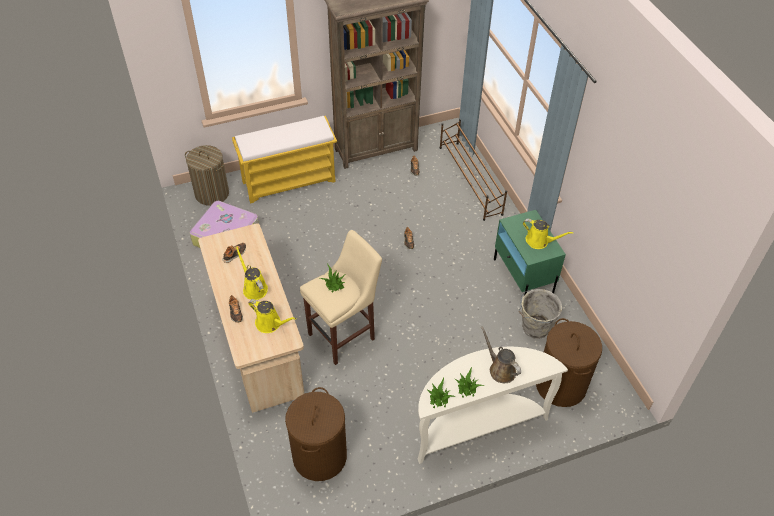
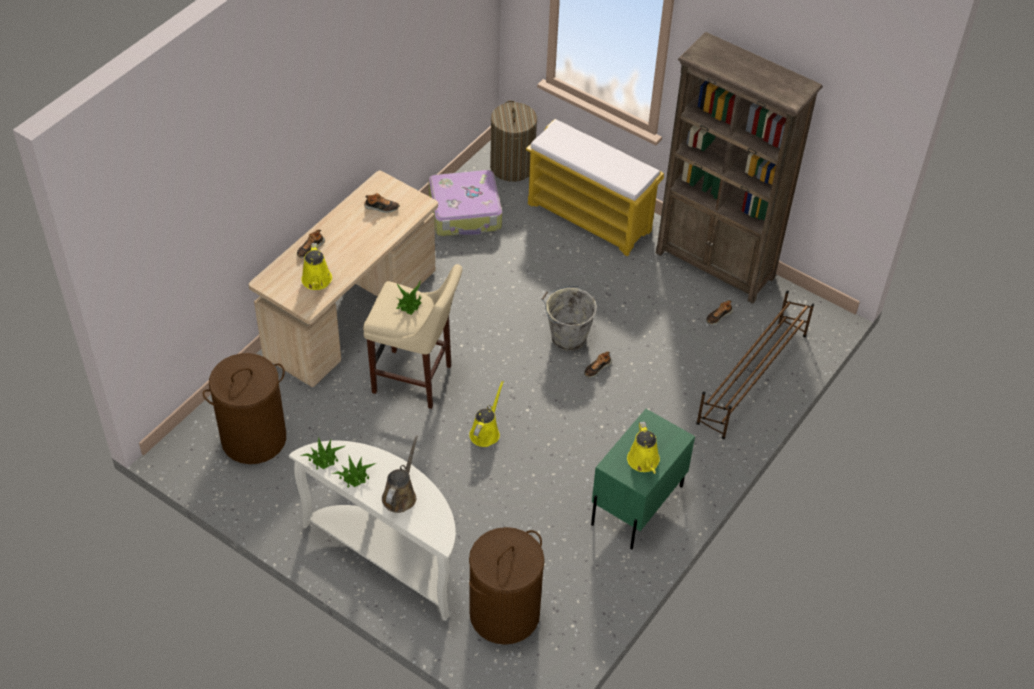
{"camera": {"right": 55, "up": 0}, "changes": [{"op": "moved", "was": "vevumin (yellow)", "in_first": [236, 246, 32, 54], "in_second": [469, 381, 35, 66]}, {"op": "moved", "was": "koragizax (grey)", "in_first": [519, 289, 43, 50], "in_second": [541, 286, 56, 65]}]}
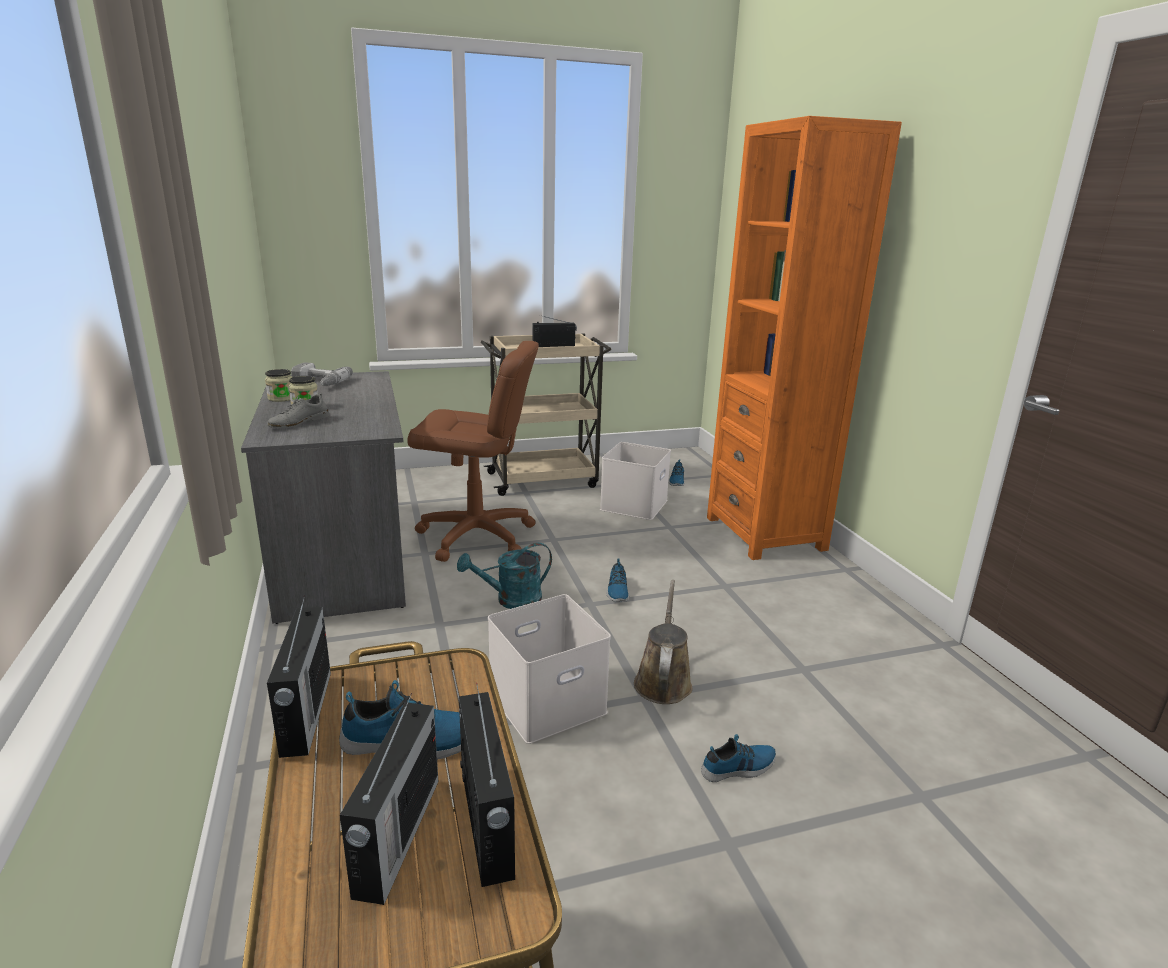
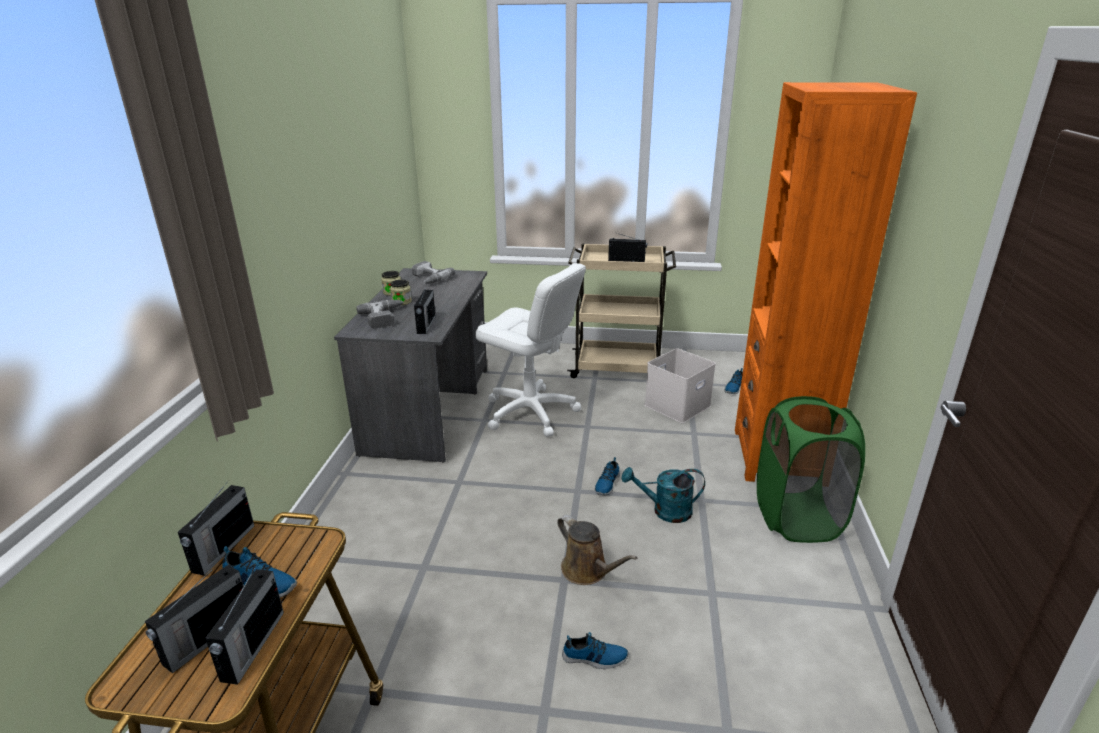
{"camera": {"right": 25, "up": 5}, "changes": [{"op": "recoloured", "was": "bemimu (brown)", "now": "bemimu (white)", "in_first": [407, 341, 132, 221], "in_second": [476, 263, 110, 174]}, {"op": "replaced", "was": "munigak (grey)", "now": "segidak", "in_first": [267, 393, 62, 35], "in_second": [356, 300, 47, 29]}, {"op": "moved", "was": "vevumin (turquoise)", "in_first": [457, 543, 95, 66], "in_second": [621, 467, 84, 56]}, {"op": "turned", "was": "vevumin (brown)", "in_first": [634, 580, 58, 124], "in_second": [557, 515, 80, 70], "clockwise": 105}, {"op": "removed", "was": "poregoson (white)", "in_first": [488, 594, 123, 150]}, {"op": "added", "now": "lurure", "in_second": [414, 285, 22, 49]}, {"op": "added", "now": "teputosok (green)", "in_second": [757, 396, 108, 147]}]}
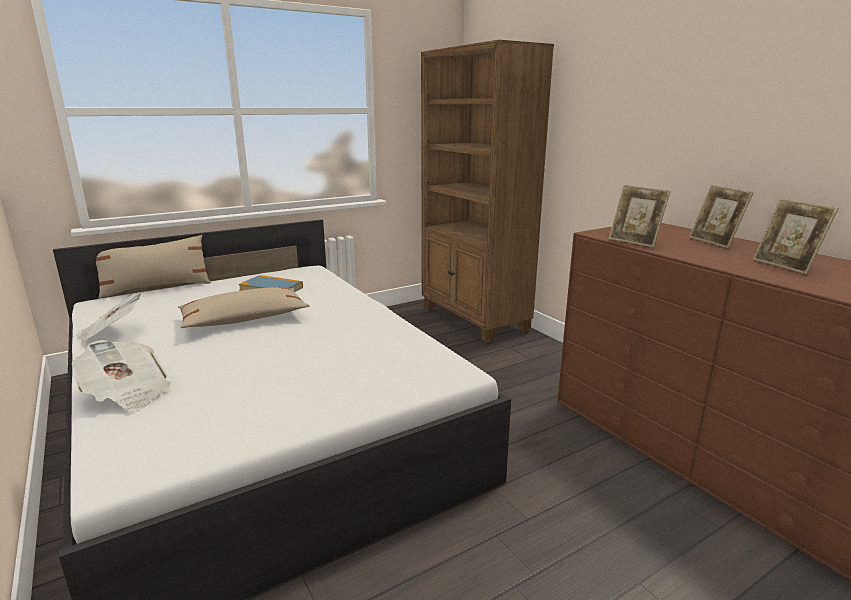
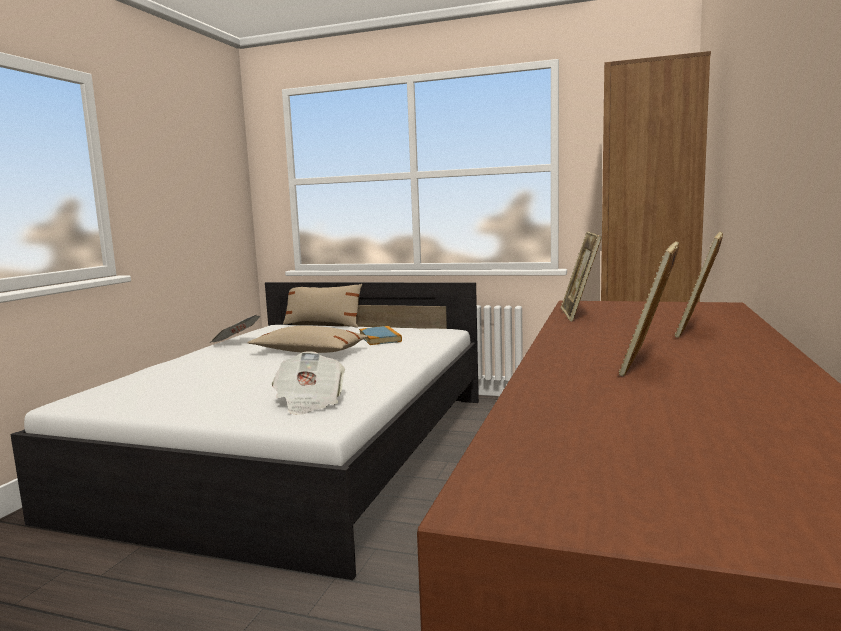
{"camera": {"right": 50, "up": -10}, "changes": [{"op": "moved", "was": "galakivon", "in_first": [72, 340, 99, 72], "in_second": [272, 351, 73, 64]}]}
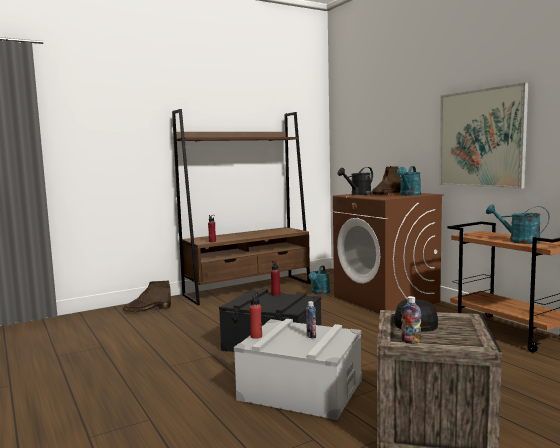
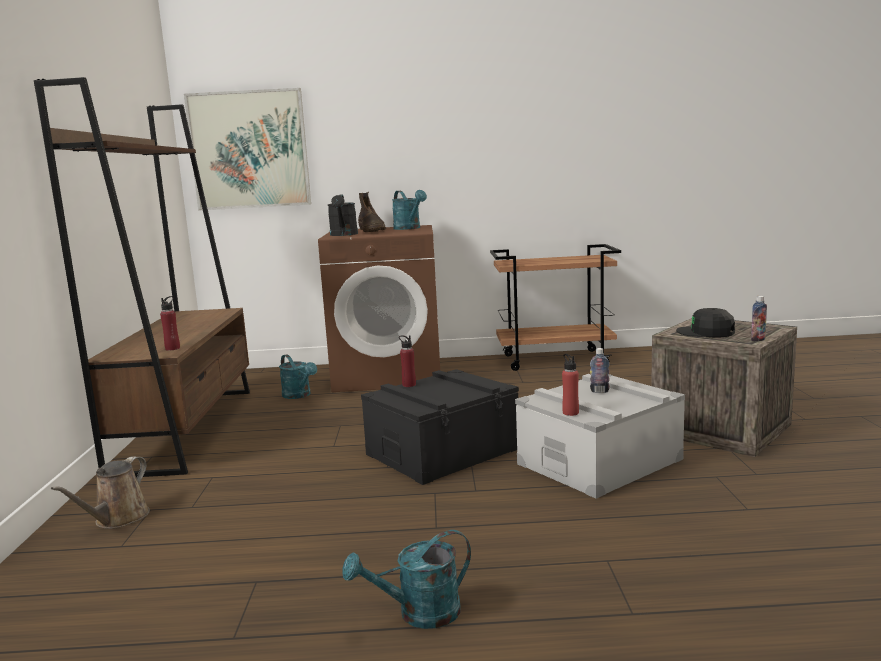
{"camera": {"right": -60, "up": 5}, "changes": [{"op": "moved", "was": "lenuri", "in_first": [439, 82, 89, 107], "in_second": [184, 88, 127, 123]}, {"op": "moved", "was": "vevumin (turquoise)", "in_first": [486, 204, 64, 40], "in_second": [342, 530, 129, 99]}, {"op": "replaced", "was": "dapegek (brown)", "now": "vevumin (brown)", "in_first": [123, 281, 48, 31], "in_second": [51, 456, 99, 73]}]}
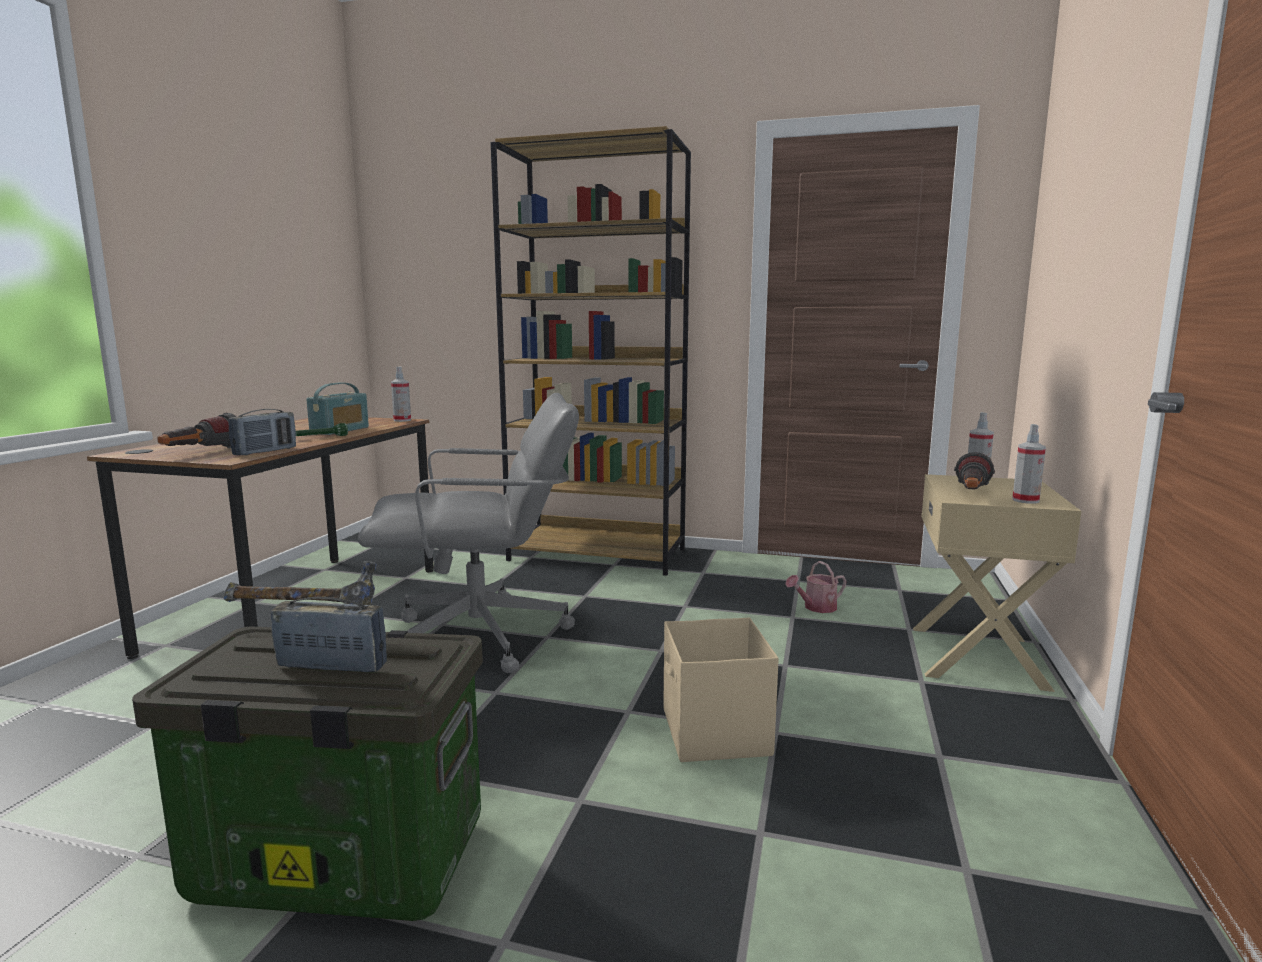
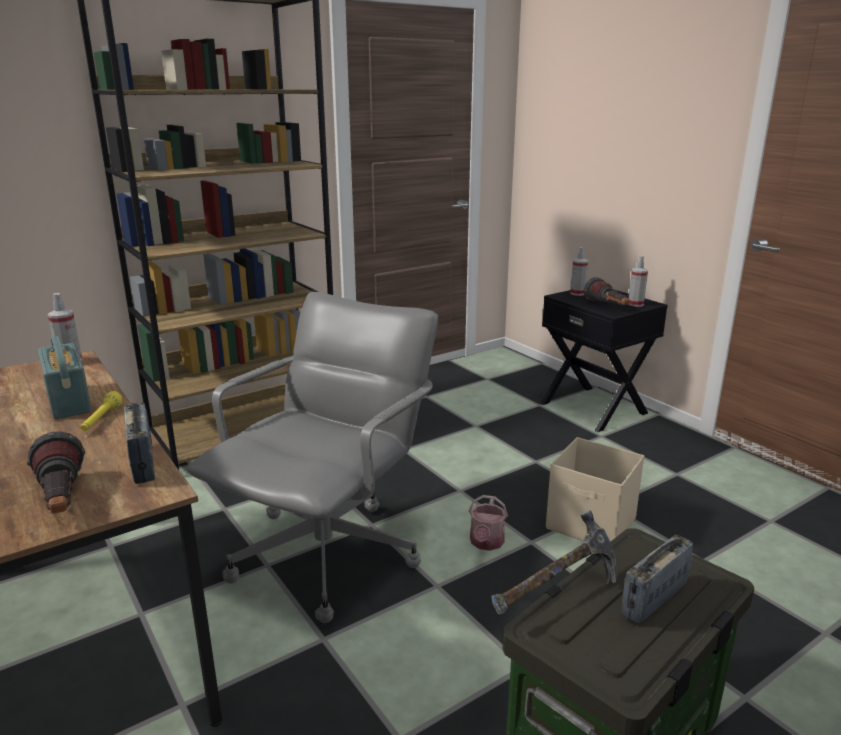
{"camera": {"right": -50, "up": 10}, "changes": [{"op": "recoloured", "was": "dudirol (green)", "now": "dudirol (yellow)", "in_first": [296, 423, 52, 13], "in_second": [81, 391, 42, 40]}, {"op": "recoloured", "was": "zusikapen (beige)", "now": "zusikapen (black)", "in_first": [913, 474, 169, 218], "in_second": [540, 289, 128, 143]}, {"op": "moved", "was": "vevumin", "in_first": [785, 561, 62, 52], "in_second": [469, 495, 39, 56]}]}
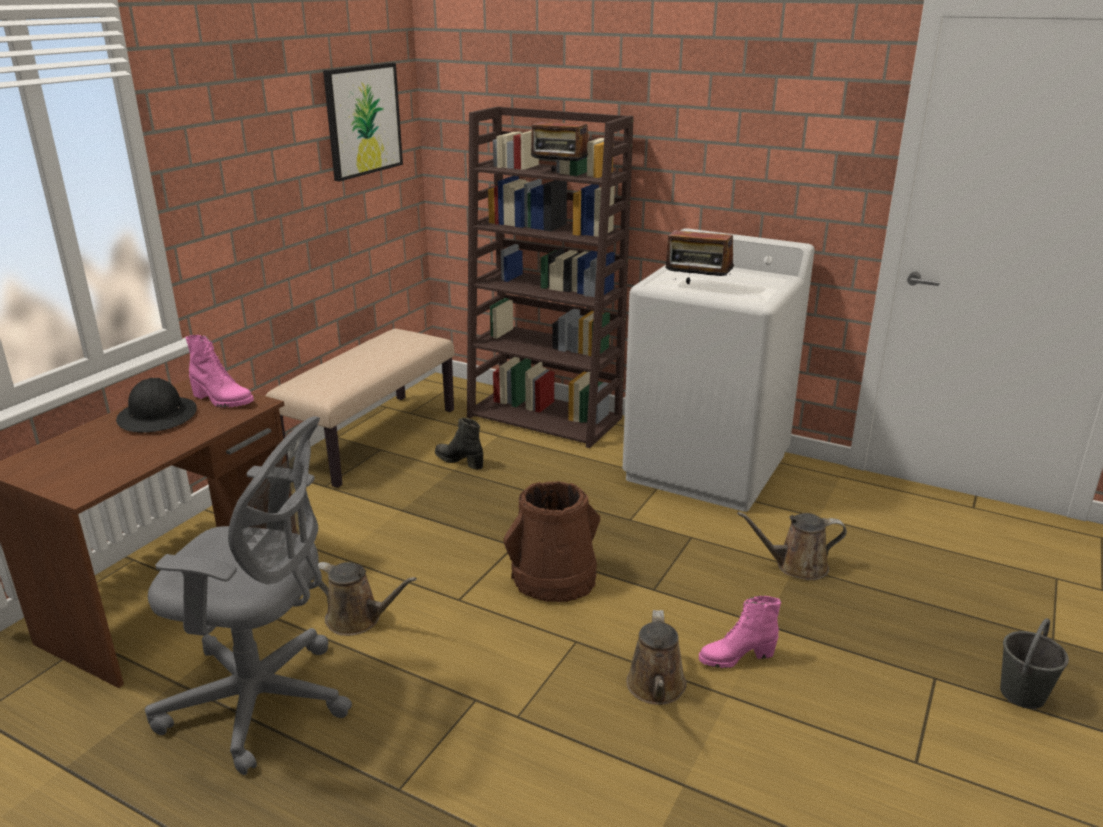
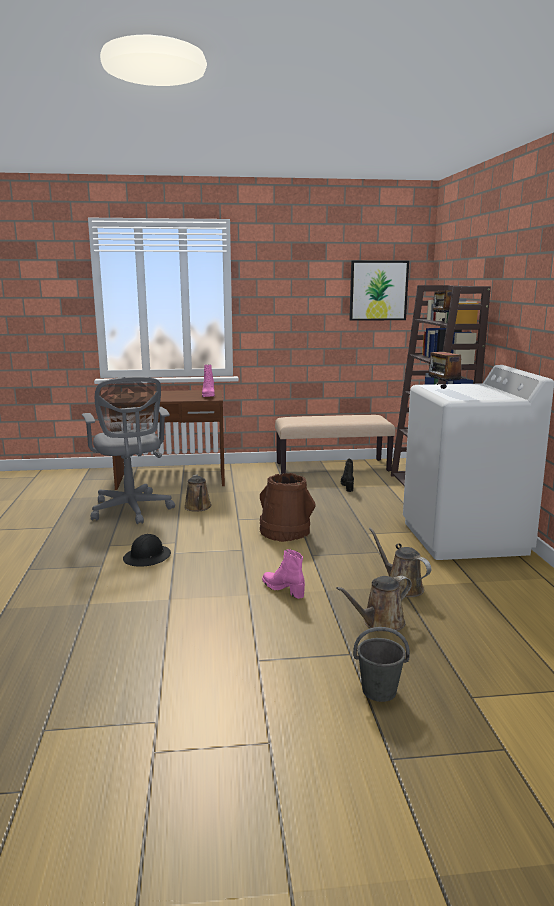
{"camera": {"right": 55, "up": -10}, "changes": [{"op": "moved", "was": "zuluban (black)", "in_first": [116, 378, 81, 55], "in_second": [123, 534, 48, 33]}, {"op": "moved", "was": "vevumin (brown)", "in_first": [626, 610, 61, 95], "in_second": [336, 575, 76, 57]}]}
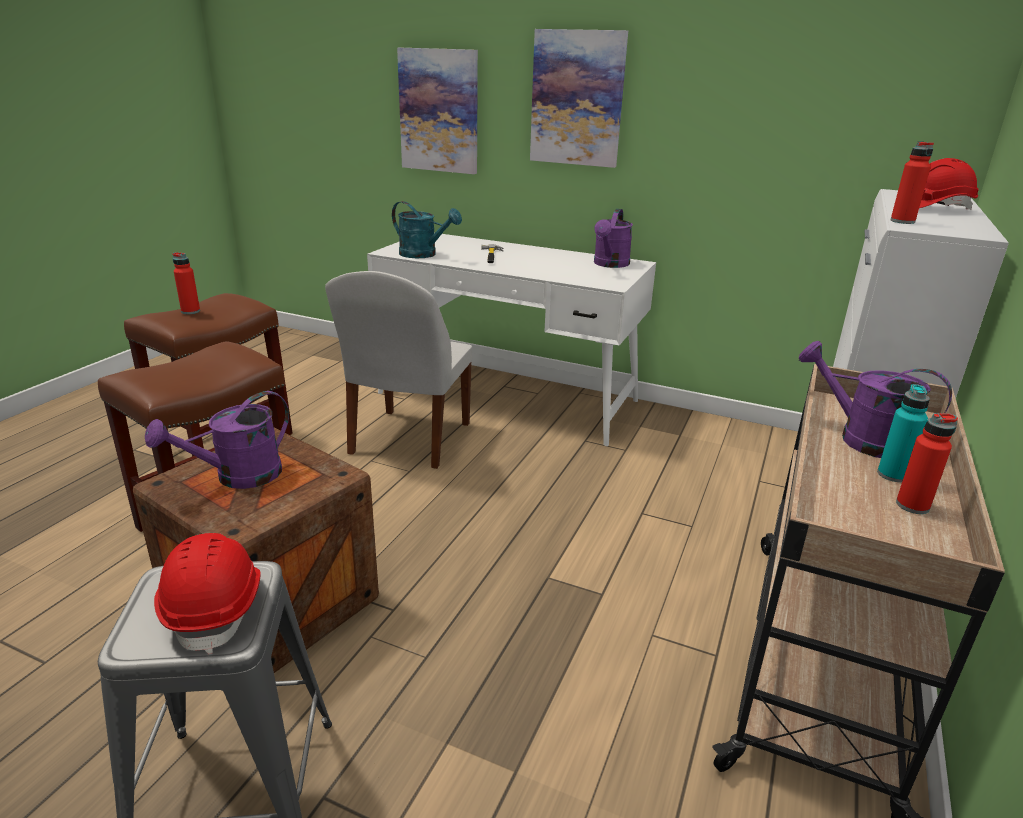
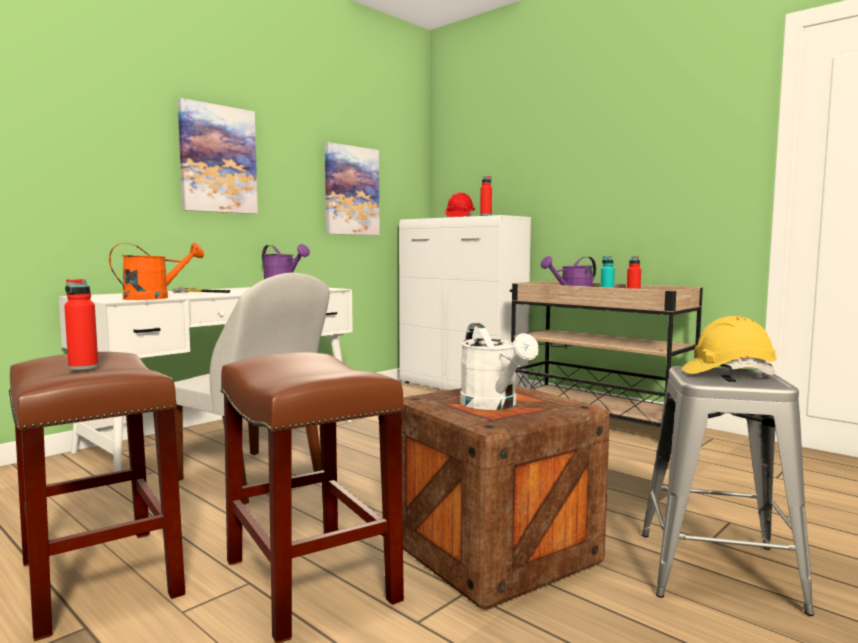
{"camera": {"right": -70, "up": -20}, "changes": [{"op": "moved", "was": "lenuri", "in_first": [397, 48, 81, 126], "in_second": [325, 142, 55, 93]}, {"op": "recoloured", "was": "vevumin (turquoise)", "now": "vevumin (orange)", "in_first": [392, 201, 70, 57], "in_second": [109, 243, 95, 57]}, {"op": "recoloured", "was": "vevumin (purple)", "now": "vevumin (white)", "in_first": [145, 391, 144, 98], "in_second": [460, 323, 79, 87]}, {"op": "recoloured", "was": "zuluban (red)", "now": "zuluban (yellow)", "in_first": [154, 533, 106, 121], "in_second": [682, 316, 95, 59]}]}
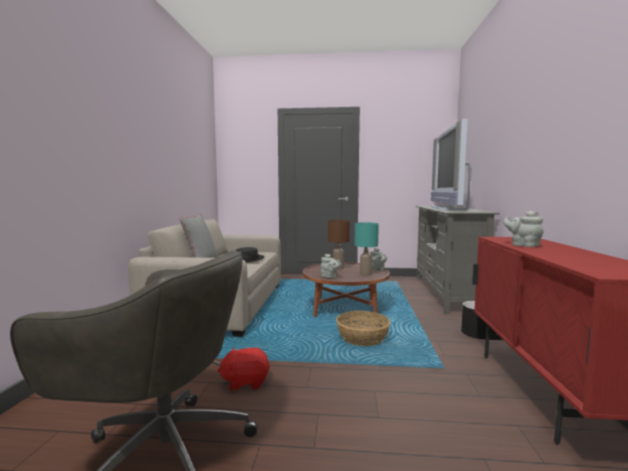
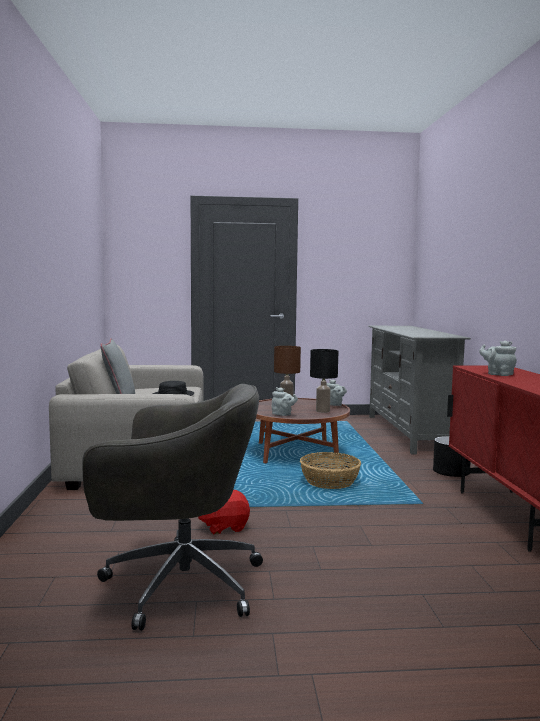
{"camera": {"right": -10, "up": 0}, "changes": [{"op": "removed", "was": "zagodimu", "in_first": [430, 119, 42, 91]}, {"op": "recoloured", "was": "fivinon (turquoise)", "now": "fivinon (black)", "in_first": [355, 222, 24, 54], "in_second": [310, 349, 28, 64]}]}
